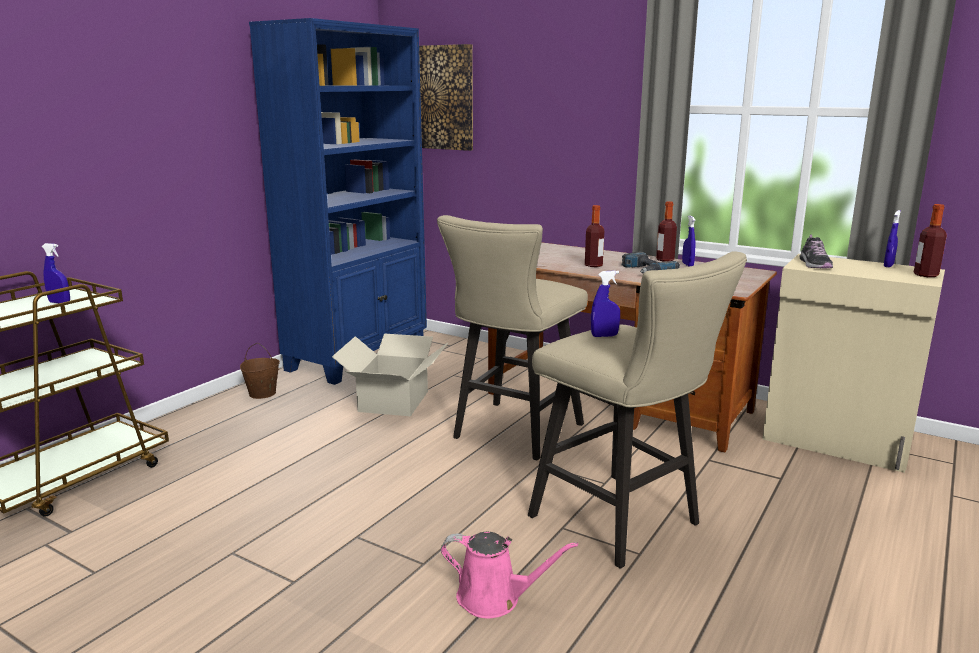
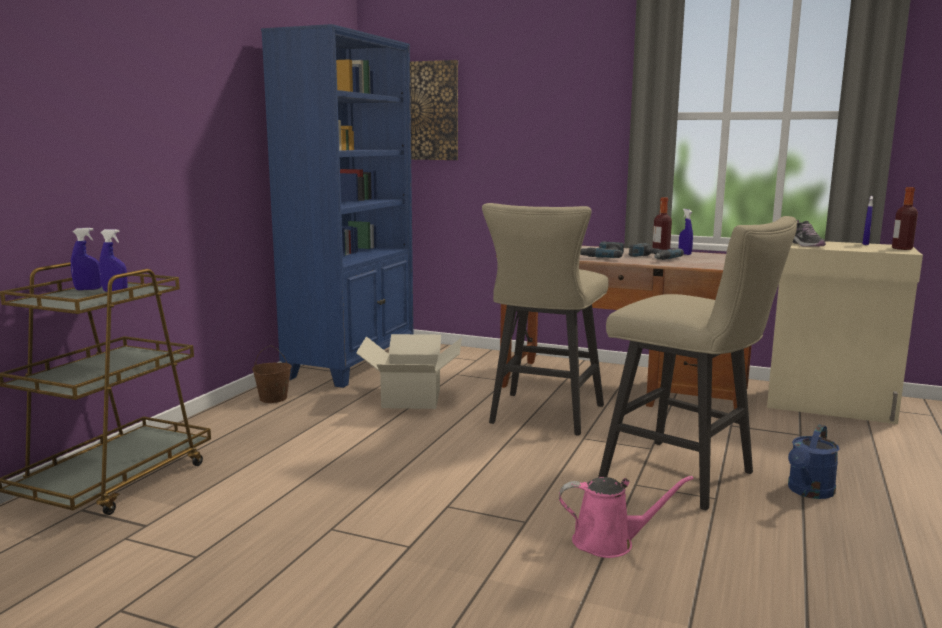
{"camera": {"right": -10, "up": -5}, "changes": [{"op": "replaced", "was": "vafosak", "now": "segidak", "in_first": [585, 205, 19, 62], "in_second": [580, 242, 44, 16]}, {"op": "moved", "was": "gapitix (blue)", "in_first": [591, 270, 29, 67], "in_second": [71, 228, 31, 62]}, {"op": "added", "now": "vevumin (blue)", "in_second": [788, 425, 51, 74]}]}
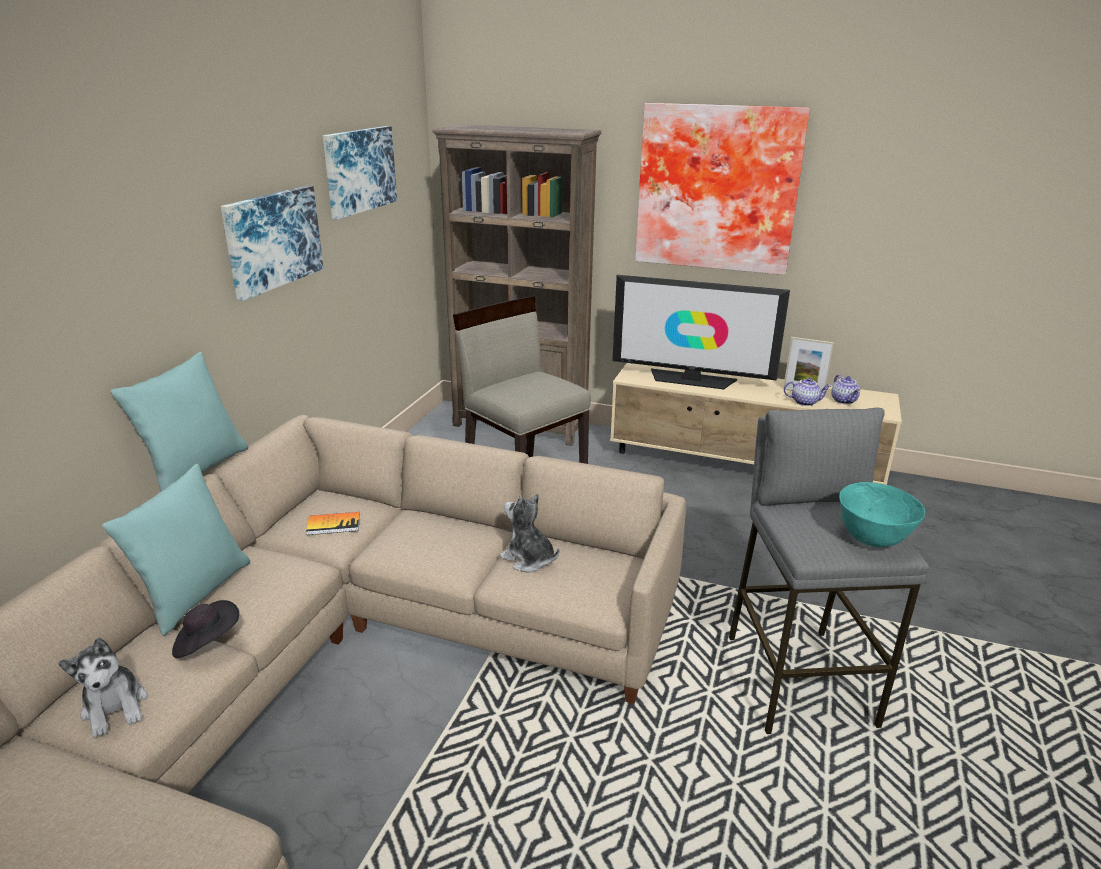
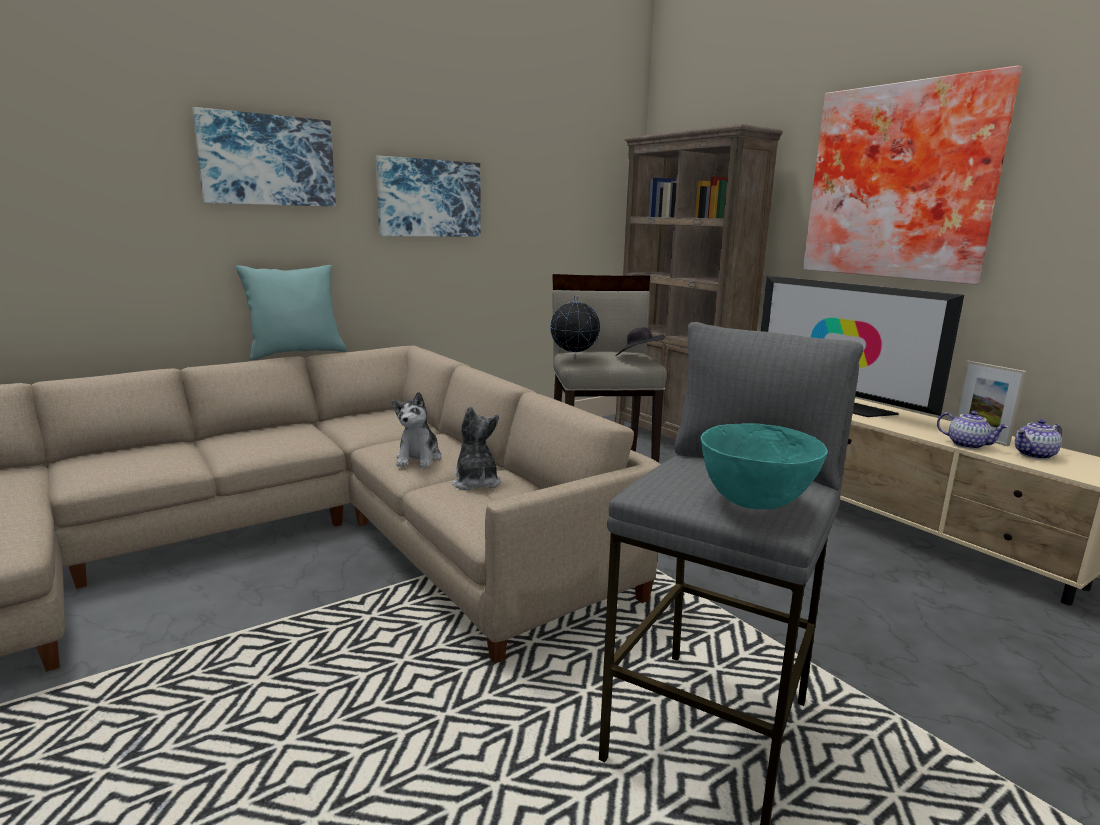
{"camera": {"right": 35, "up": -10}, "changes": [{"op": "moved", "was": "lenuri", "in_first": [323, 126, 74, 94], "in_second": [192, 107, 144, 99]}, {"op": "turned", "was": "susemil", "in_first": [831, 375, 29, 29], "in_second": [1015, 419, 47, 41], "clockwise": 45}, {"op": "removed", "was": "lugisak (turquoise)", "in_first": [102, 464, 148, 172]}, {"op": "removed", "was": "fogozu", "in_first": [306, 512, 54, 23]}, {"op": "moved", "was": "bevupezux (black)", "in_first": [172, 600, 67, 58], "in_second": [616, 327, 49, 29]}, {"op": "moved", "was": "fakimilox", "in_first": [58, 637, 89, 101], "in_second": [392, 392, 50, 76]}, {"op": "added", "now": "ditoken", "in_second": [550, 296, 50, 63]}]}
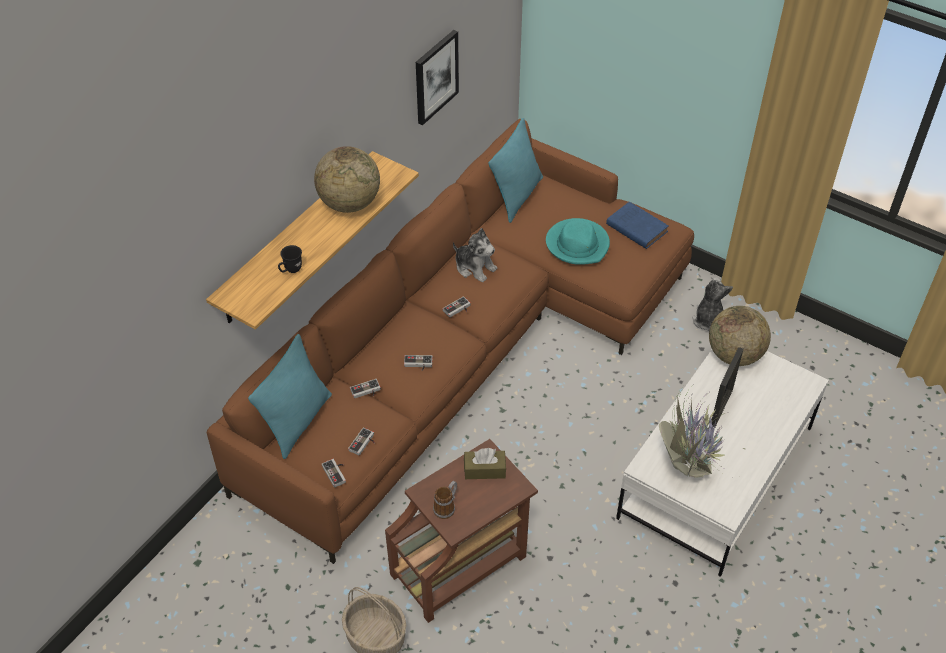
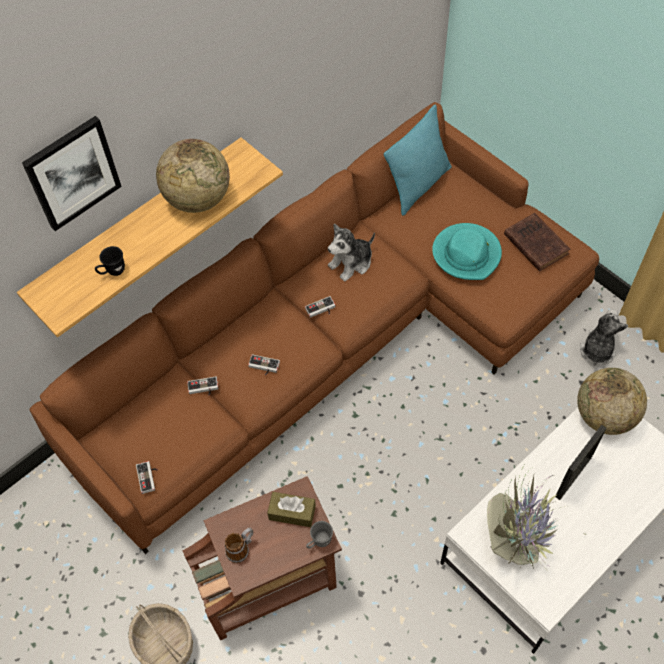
{"camera": {"right": 15, "up": 10}, "changes": [{"op": "moved", "was": "lenuri", "in_first": [416, 30, 43, 95], "in_second": [22, 116, 100, 115]}, {"op": "recoloured", "was": "fogozu (blue)", "now": "fogozu (brown)", "in_first": [606, 202, 63, 47], "in_second": [504, 213, 66, 59]}, {"op": "turned", "was": "fakimilox", "in_first": [453, 228, 44, 54], "in_second": [328, 224, 47, 57], "clockwise": 90}, {"op": "removed", "was": "lugisak (turquoise)", "in_first": [248, 334, 84, 125]}, {"op": "removed", "was": "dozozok", "in_first": [348, 427, 27, 29]}, {"op": "added", "now": "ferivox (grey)", "in_second": [306, 521, 27, 27]}]}
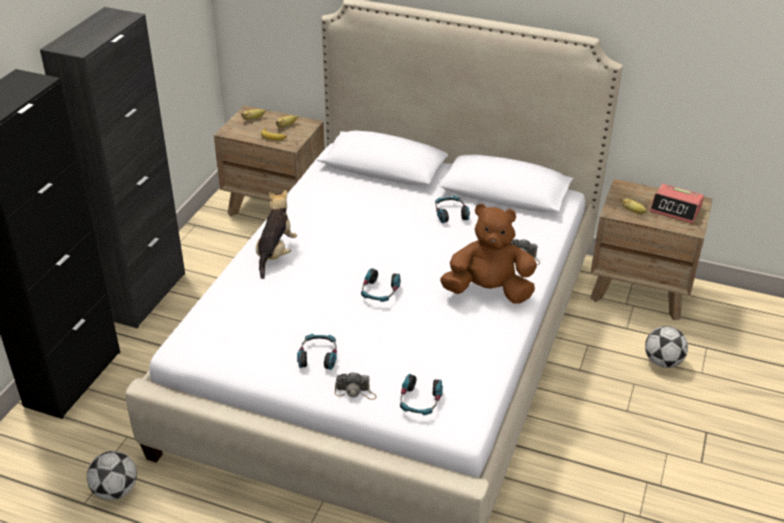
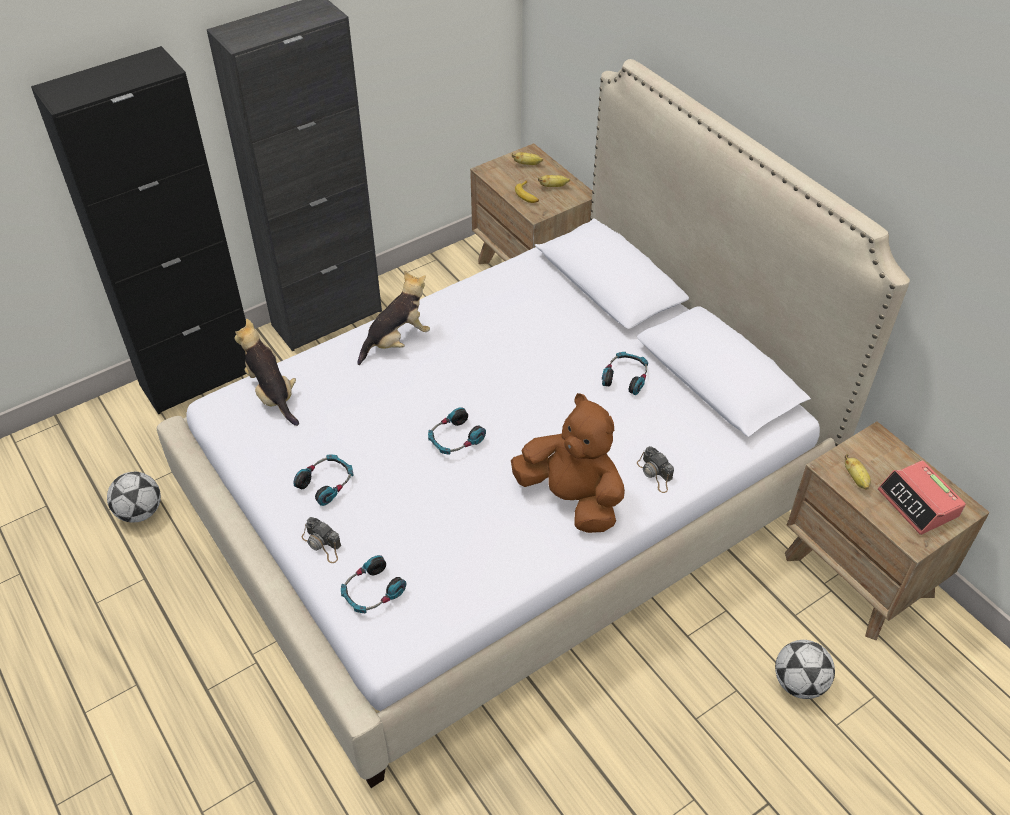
{"camera": {"right": 35, "up": 10}, "changes": [{"op": "added", "now": "fakimilox", "in_second": [235, 319, 64, 107]}]}
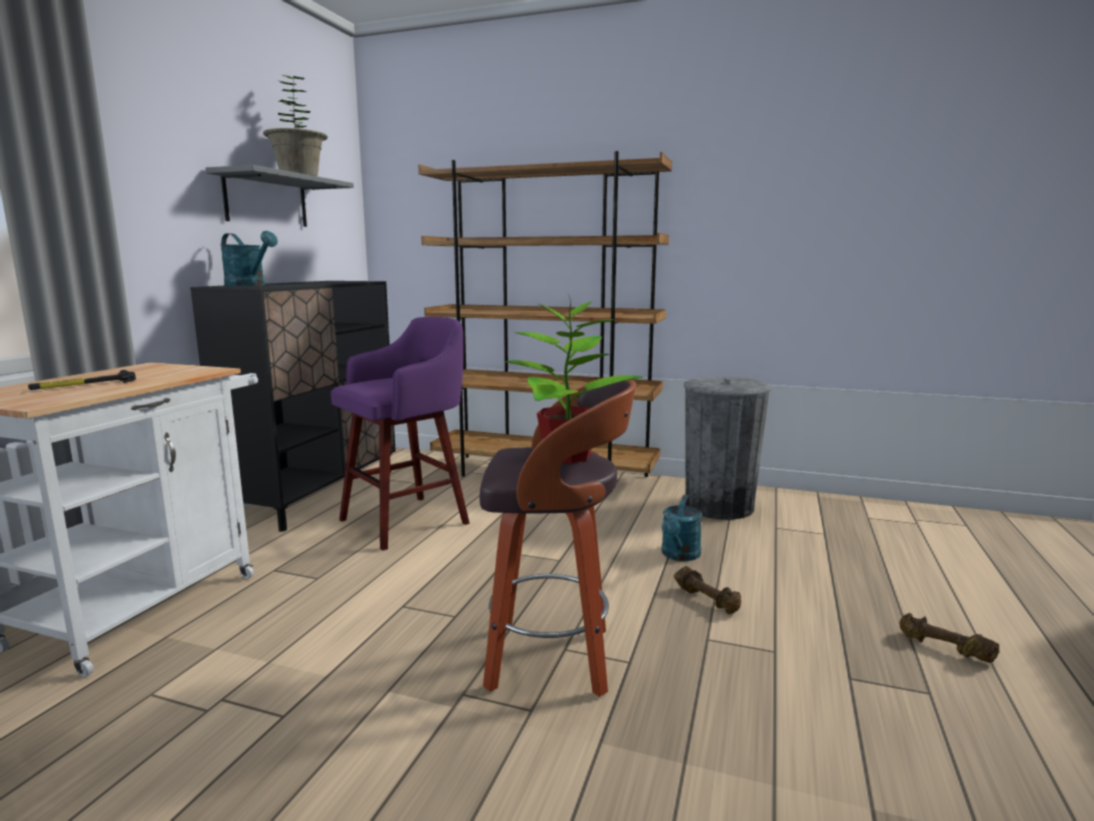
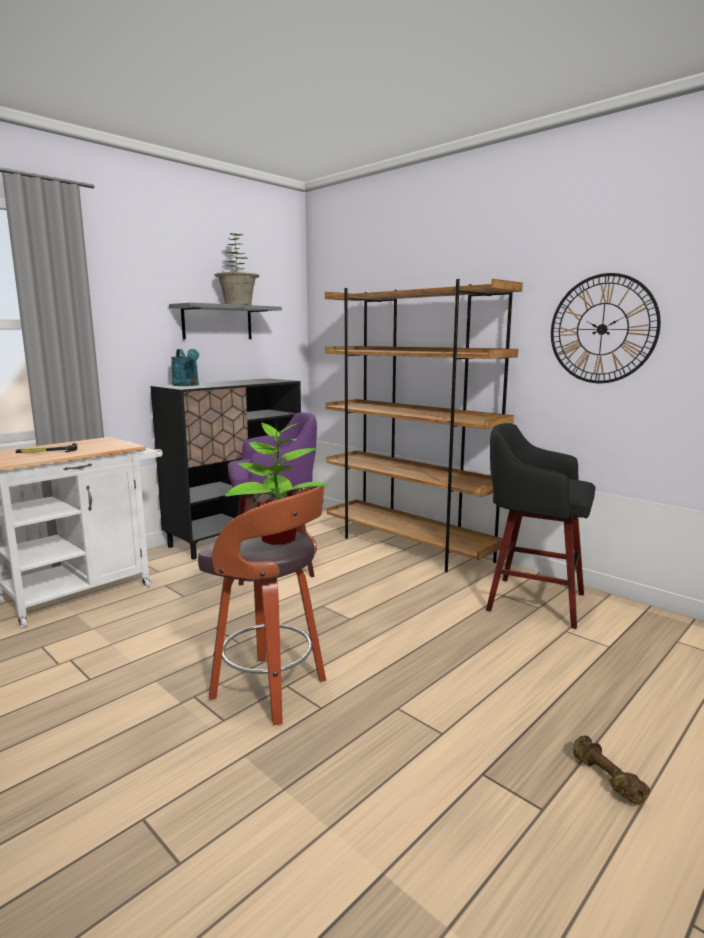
{"camera": {"right": 25, "up": 0}, "changes": [{"op": "replaced", "was": "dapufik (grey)", "now": "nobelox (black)", "in_first": [684, 377, 87, 143], "in_second": [486, 423, 109, 206]}, {"op": "removed", "was": "vevumin (turquoise)", "in_first": [661, 495, 41, 66]}, {"op": "removed", "was": "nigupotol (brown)", "in_first": [674, 566, 67, 48]}, {"op": "added", "now": "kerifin", "in_second": [551, 273, 110, 110]}]}
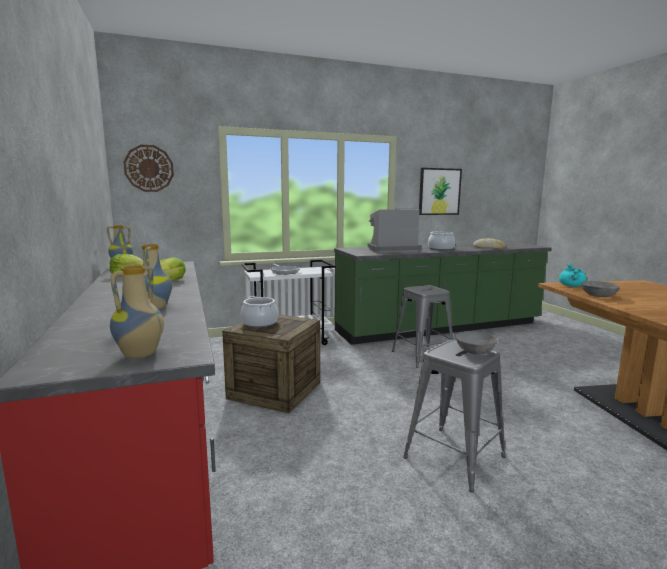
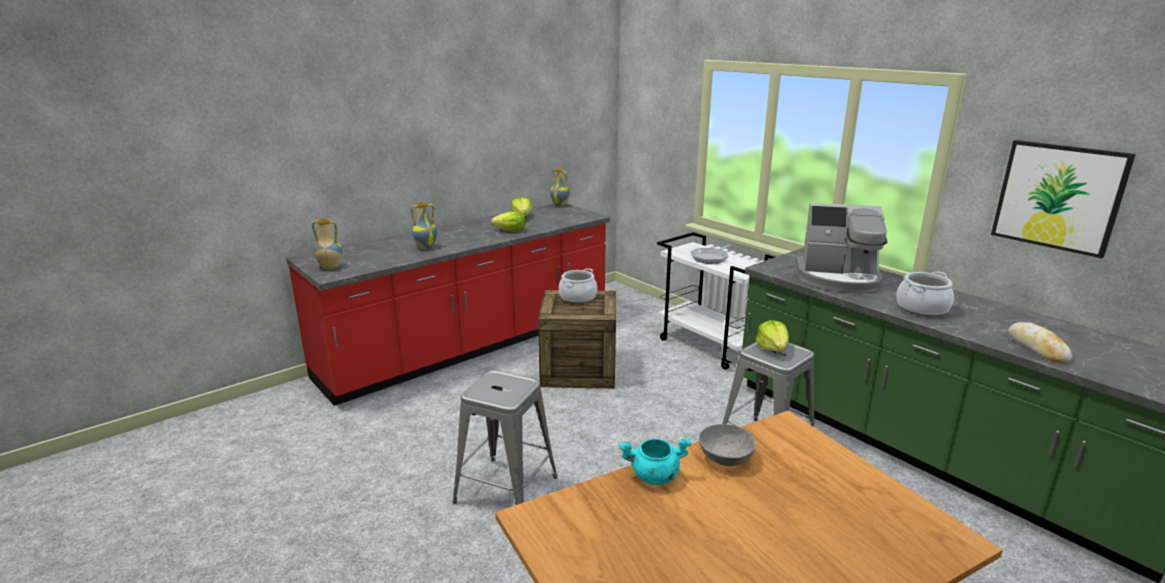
{"camera": {"right": 70, "up": 10}, "changes": [{"op": "removed", "was": "kerifin", "in_first": [123, 145, 51, 47]}, {"op": "turned", "was": "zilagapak", "in_first": [367, 209, 54, 44], "in_second": [796, 203, 91, 90], "clockwise": 135}, {"op": "moved", "was": "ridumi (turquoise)", "in_first": [559, 264, 27, 23], "in_second": [619, 438, 72, 47]}, {"op": "removed", "was": "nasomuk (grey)", "in_first": [456, 331, 41, 23]}, {"op": "added", "now": "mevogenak", "in_second": [756, 320, 33, 31]}]}
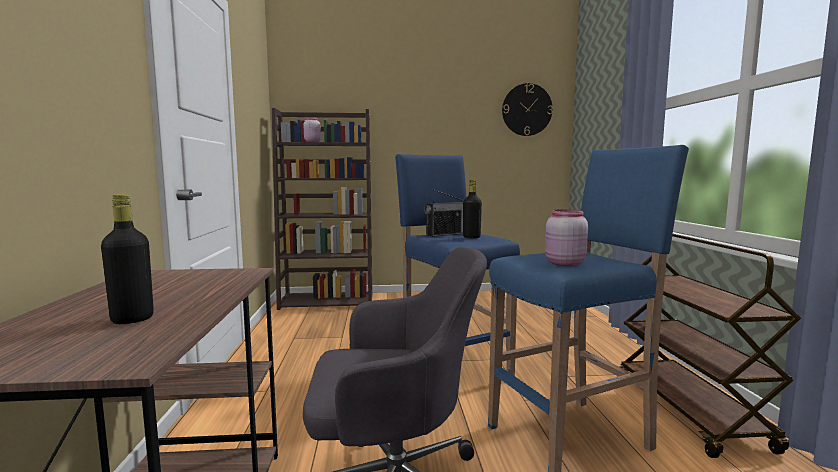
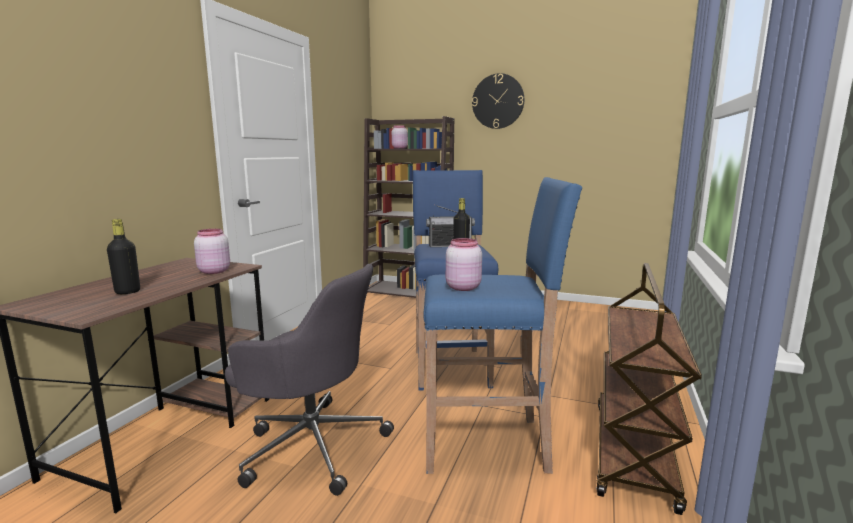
{"camera": {"right": 25, "up": 5}, "changes": [{"op": "moved", "was": "kerifin", "in_first": [502, 83, 51, 53], "in_second": [472, 73, 52, 56]}, {"op": "added", "now": "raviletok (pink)", "in_second": [194, 229, 36, 45]}]}
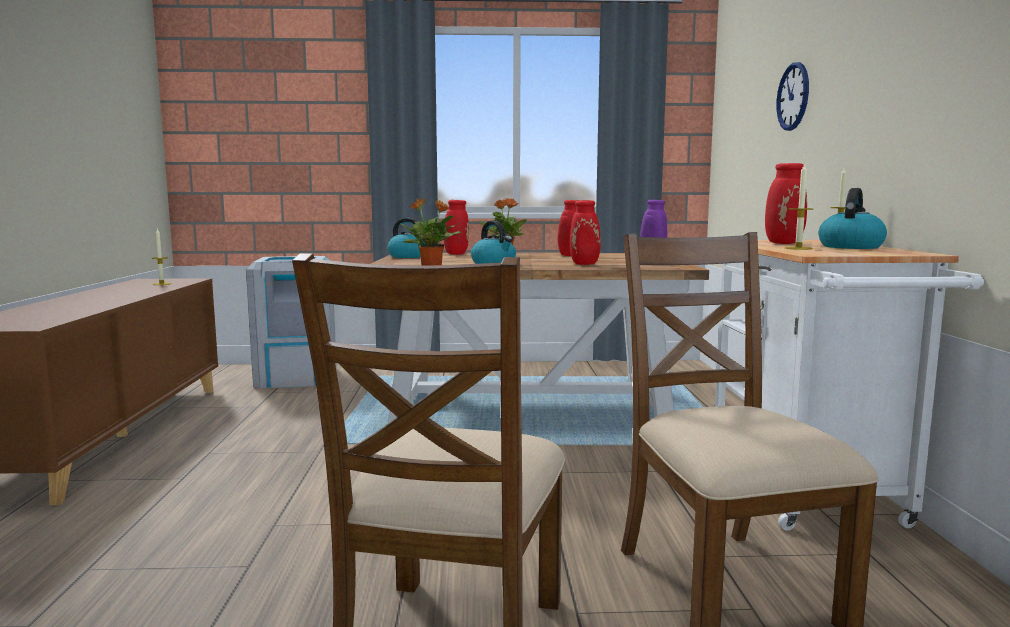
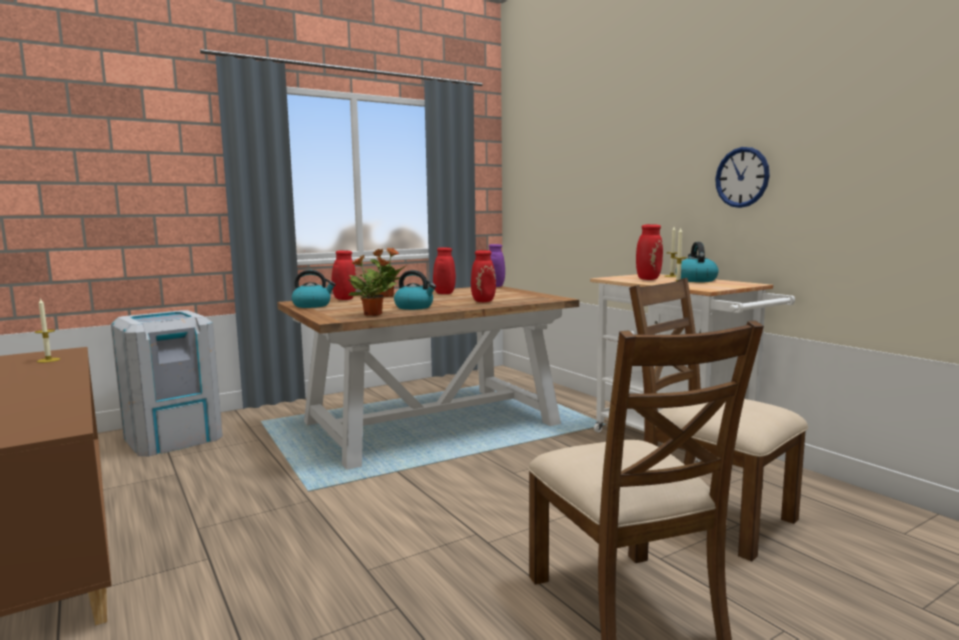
{"camera": {"right": -30, "up": 0}, "changes": [{"op": "moved", "was": "kerifin", "in_first": [776, 62, 33, 69], "in_second": [715, 147, 55, 61]}]}
